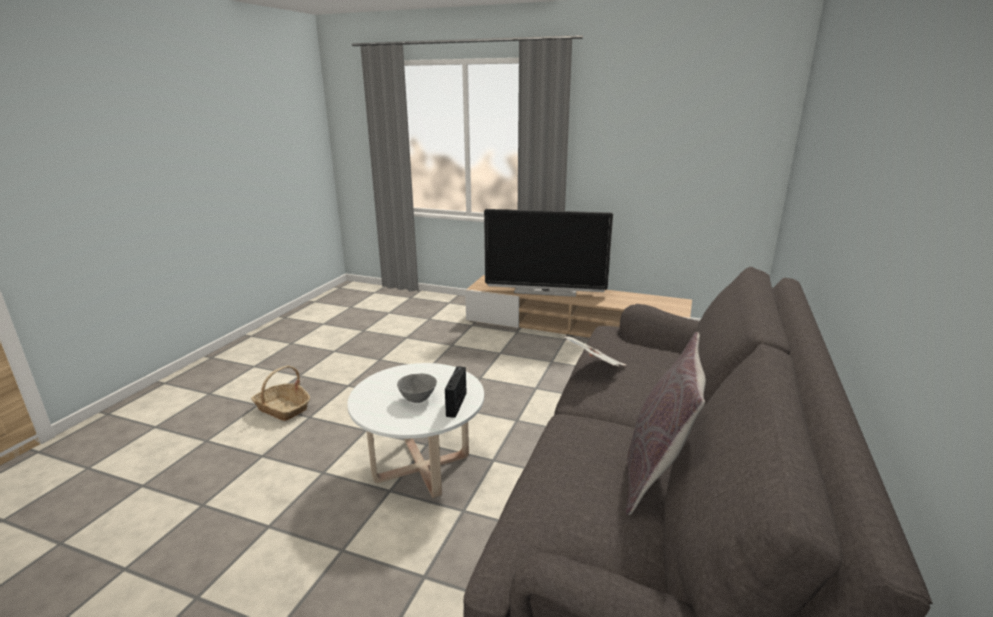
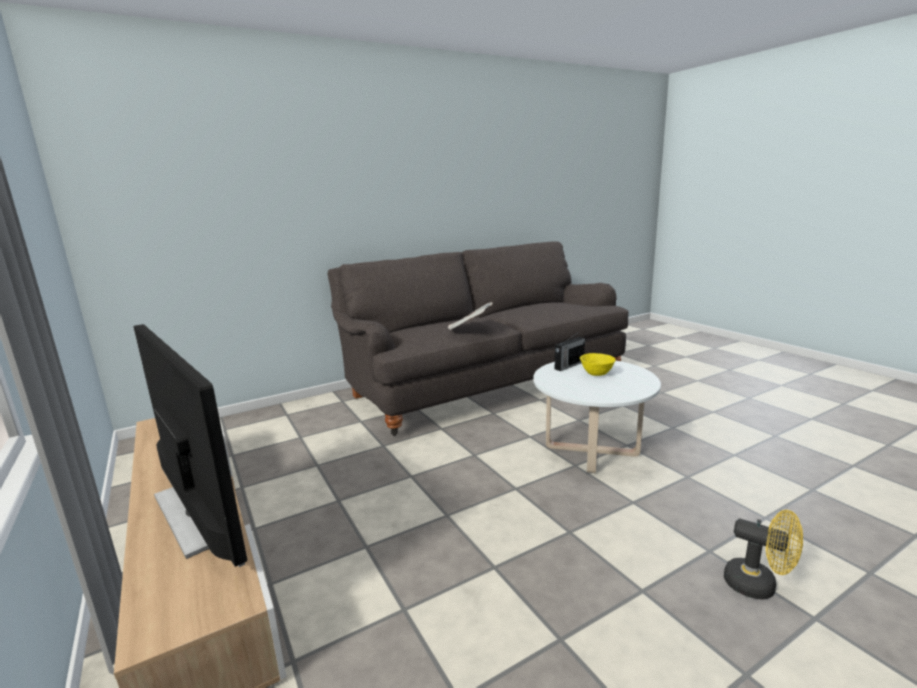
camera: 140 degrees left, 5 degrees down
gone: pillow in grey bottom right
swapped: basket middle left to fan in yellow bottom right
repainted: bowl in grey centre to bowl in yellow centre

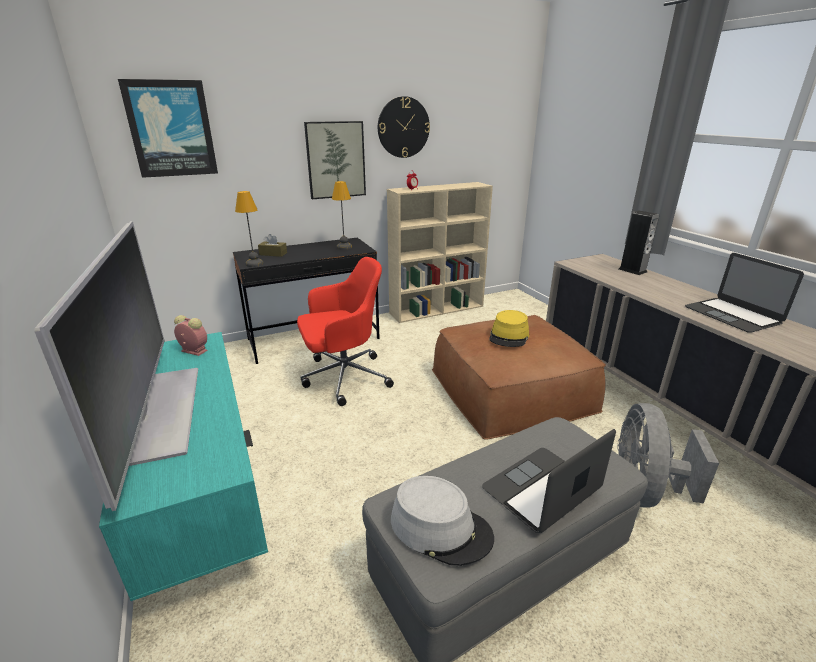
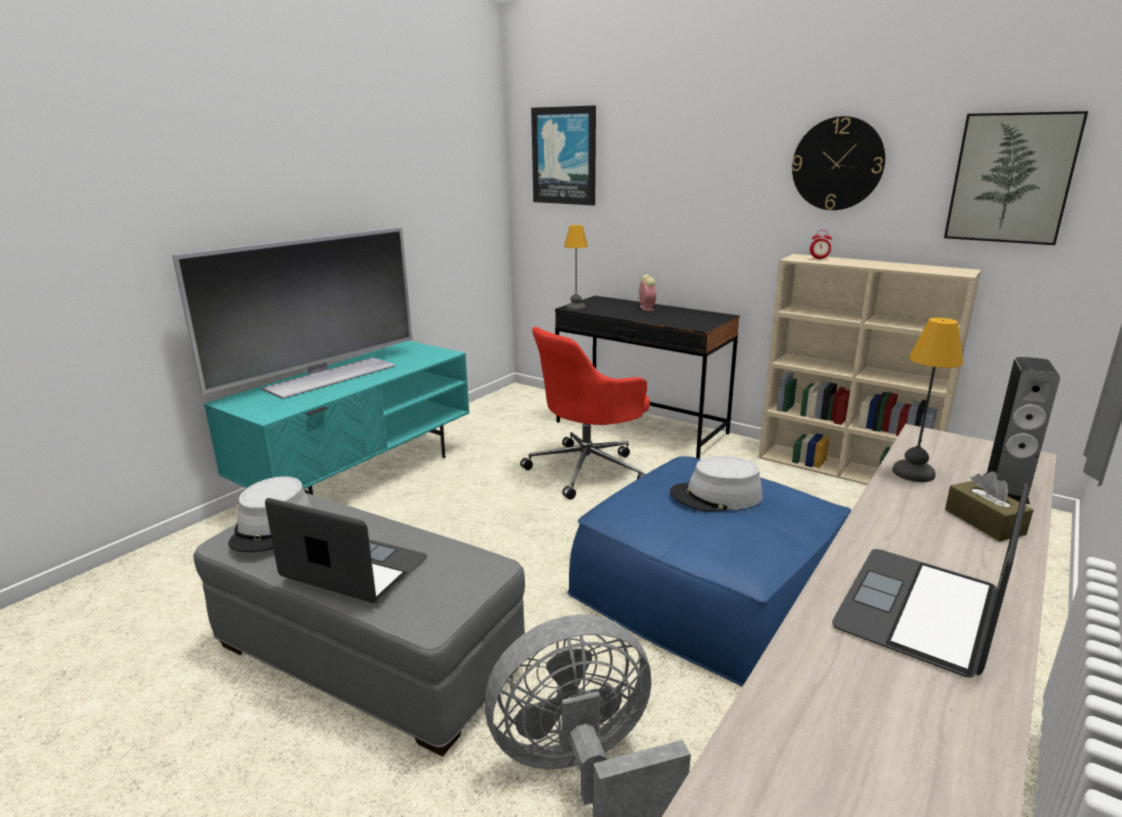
camera: 60 degrees right, 5 degrees down
shifted: alarm clock (no. 1 from left) middle left to centre; table lamp (no. 2 from left) top centre to middle right; picture (no. 2 from left) top centre to top right; tissue box in brown centre to middle right
repainted: ottoman in brown centre to ottoman in blue bottom centre; hat in yellow centre to hat in grey (no. 2 from left) centre
rotated: office chair in red centre = centre 105 degrees clockwise

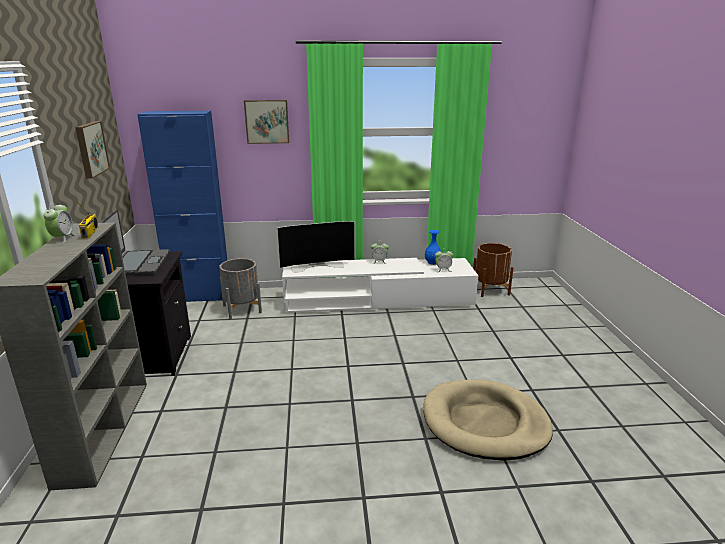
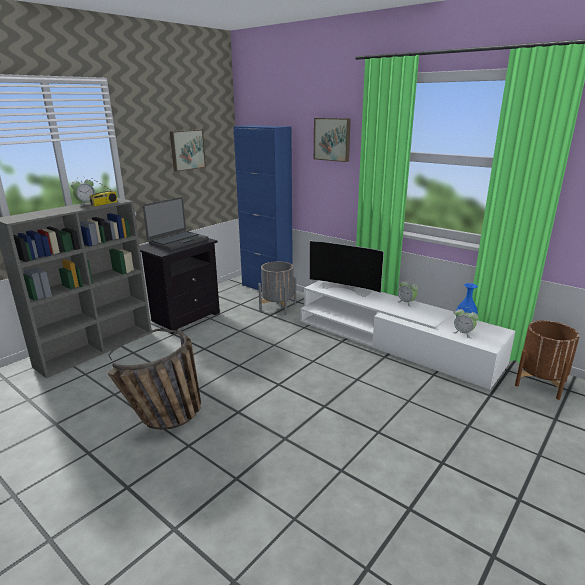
camera: 45 degrees right, 0 degrees up
gone: dog bed in beige bottom right
new: basket middle left

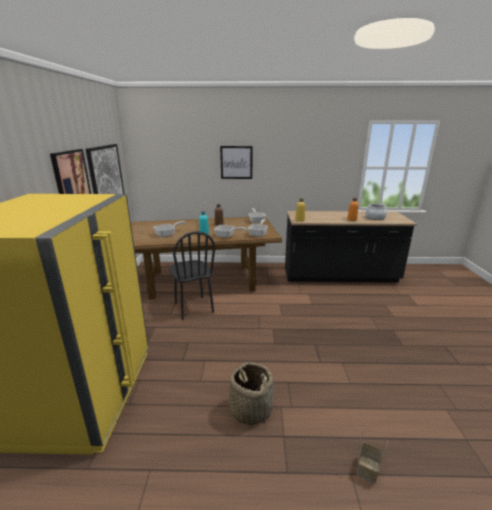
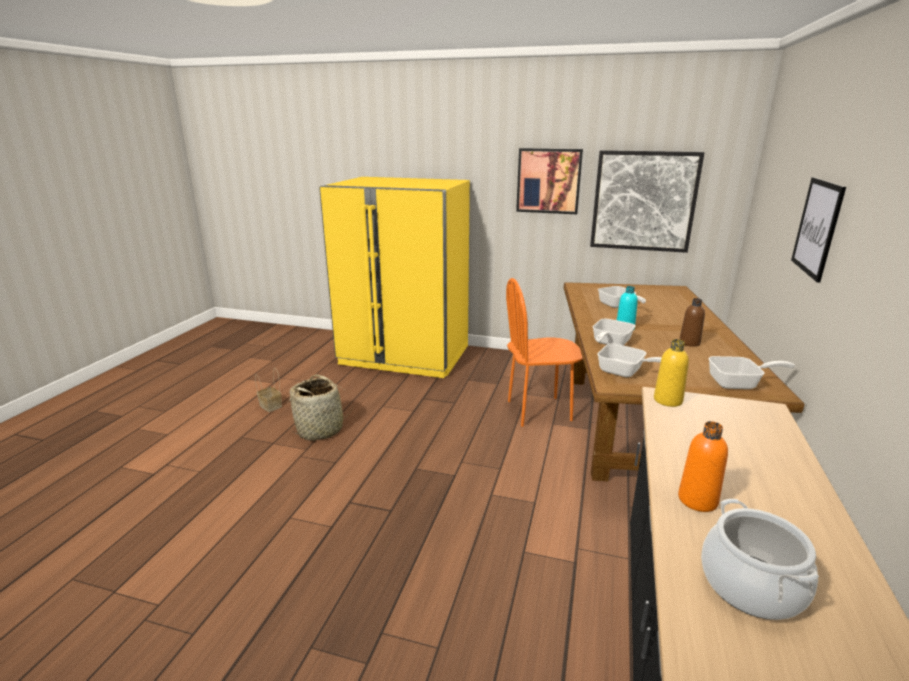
camera: 105 degrees right, 0 degrees up
shifted: basket (no. 2 from left in the first image) bottom right to basket (no. 1 from left) middle left
repainted: chair in black centre to chair in orange centre

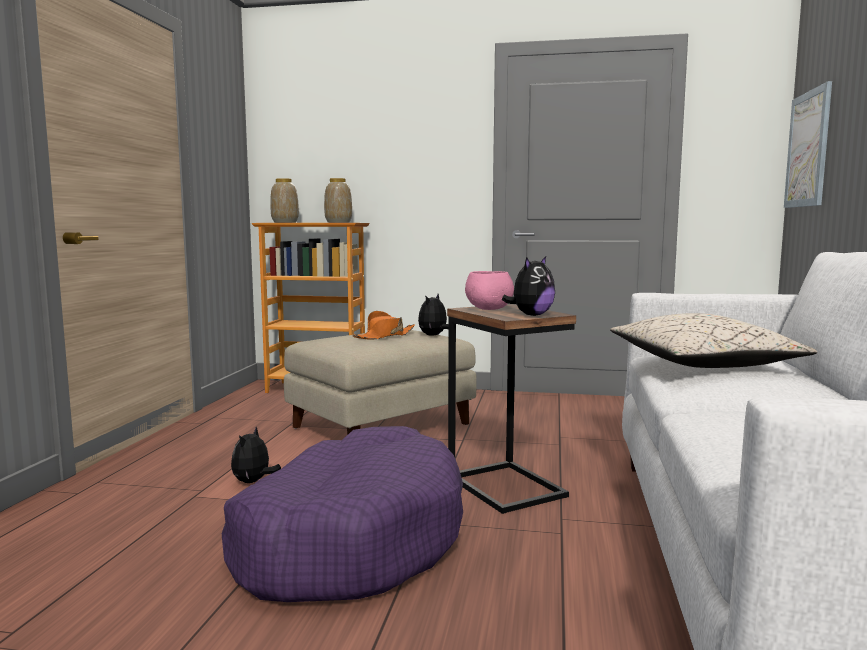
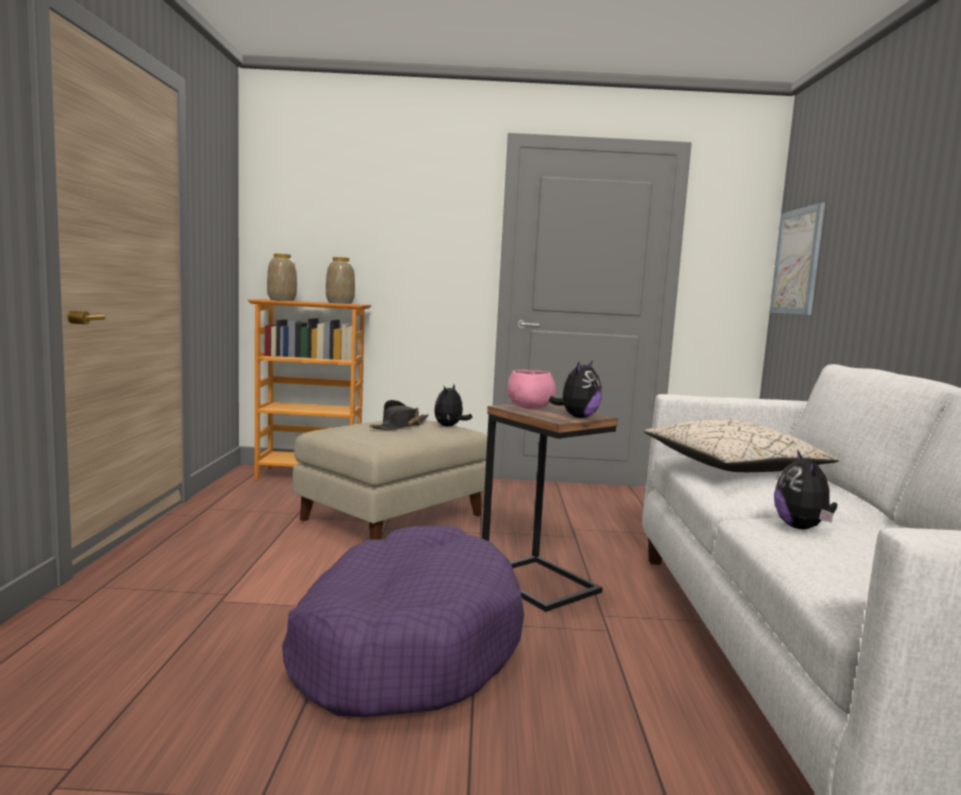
camera: 10 degrees left, 0 degrees up
shifted: plush toy (no. 1 from left in the first image) bottom left to plush toy (no. 3 from left) middle right
repainted: hat in orange centre to hat in black centre

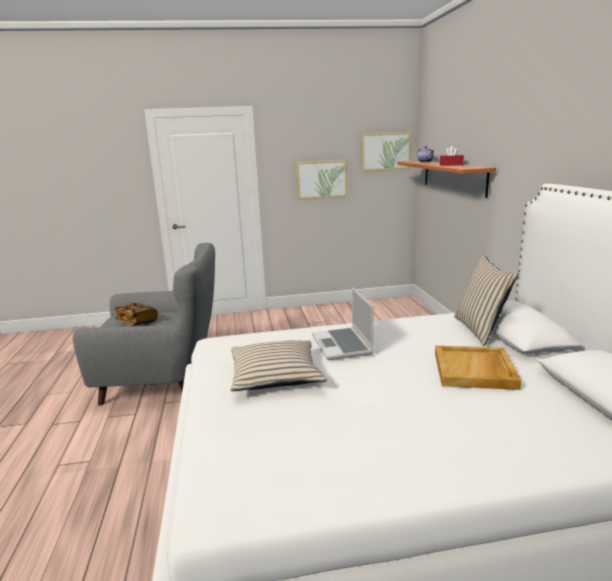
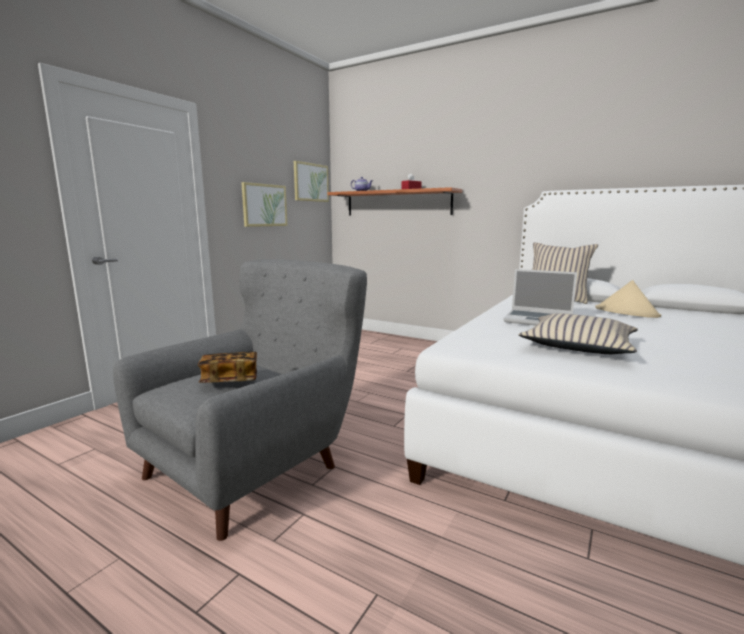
camera: 50 degrees left, 5 degrees down
swapped: tray in beige middle right to hat in beige middle right

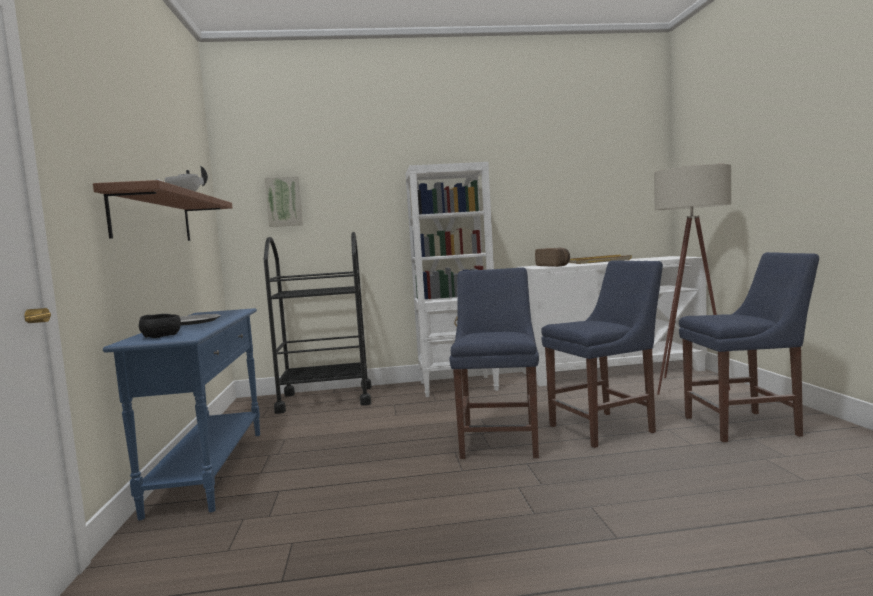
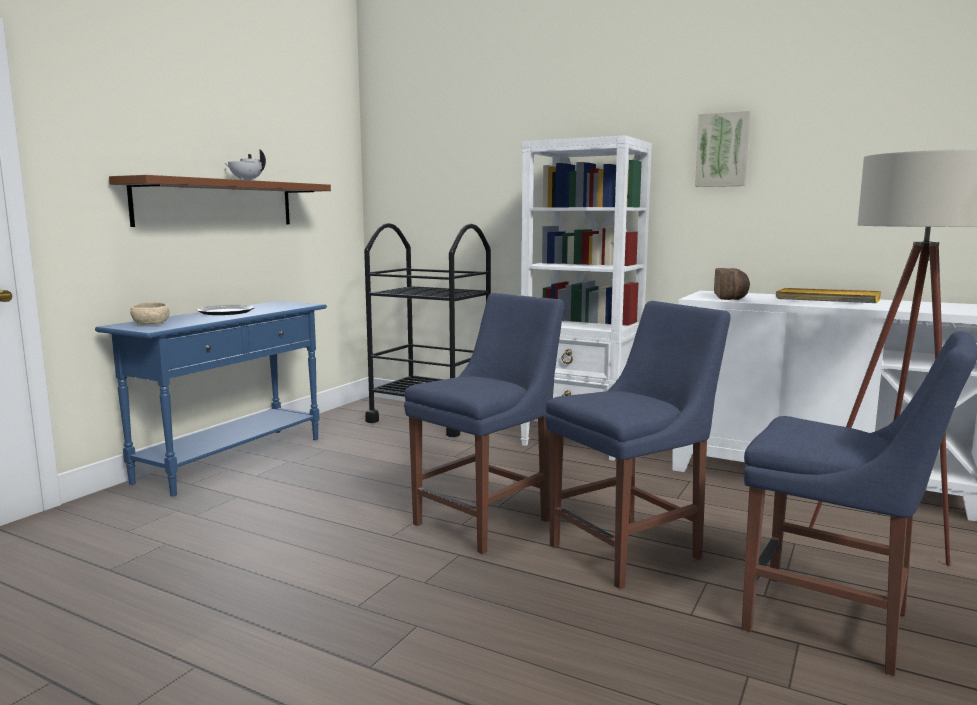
camera: 35 degrees right, 5 degrees up
shifted: picture middle left to top right
repainted: bowl in black middle left to bowl in beige middle left
rotated: chair in blue (no. 2 from left) middle right = centre 45 degrees counterclockwise

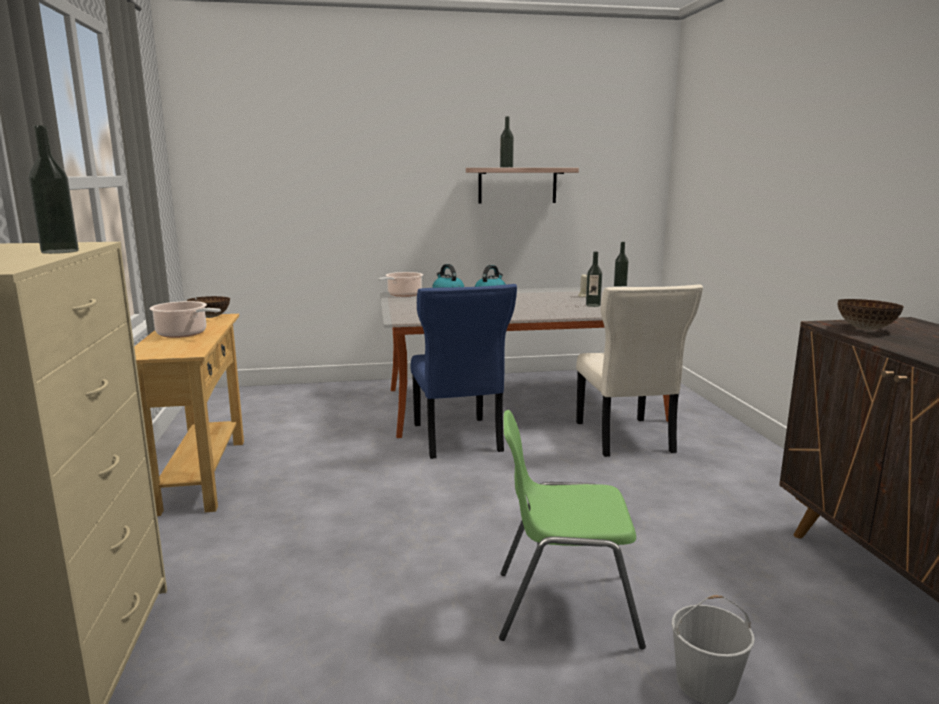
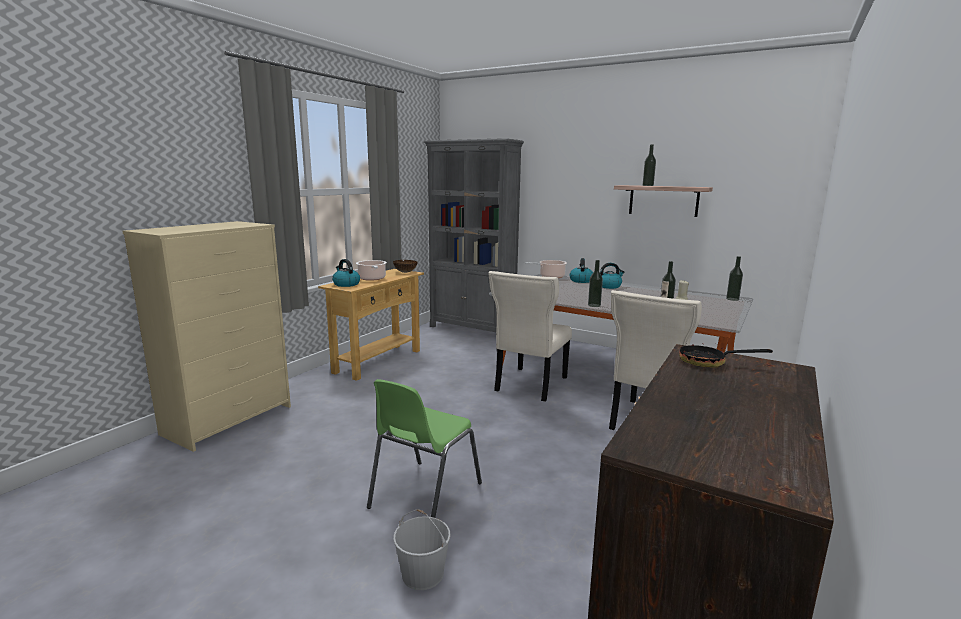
camera: 40 degrees right, 0 degrees up
new: kettle (no. 1 from left) centre; bookcase in grey centre
shifted: bottle (no. 1 from left) top left to centre
swapped: bowl (no. 2 from left) middle right to frying pan middle right
repainted: chair in blue centre to chair in beige (no. 1 from left) centre
rotated: chair in green bottom centre = bottom centre 105 degrees counterclockwise

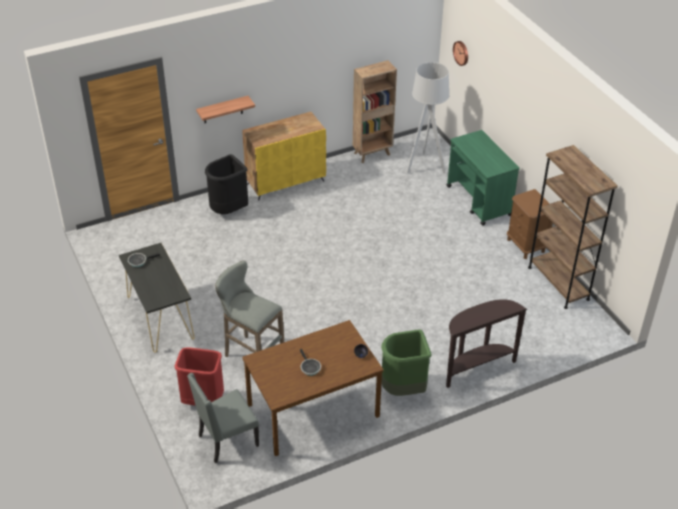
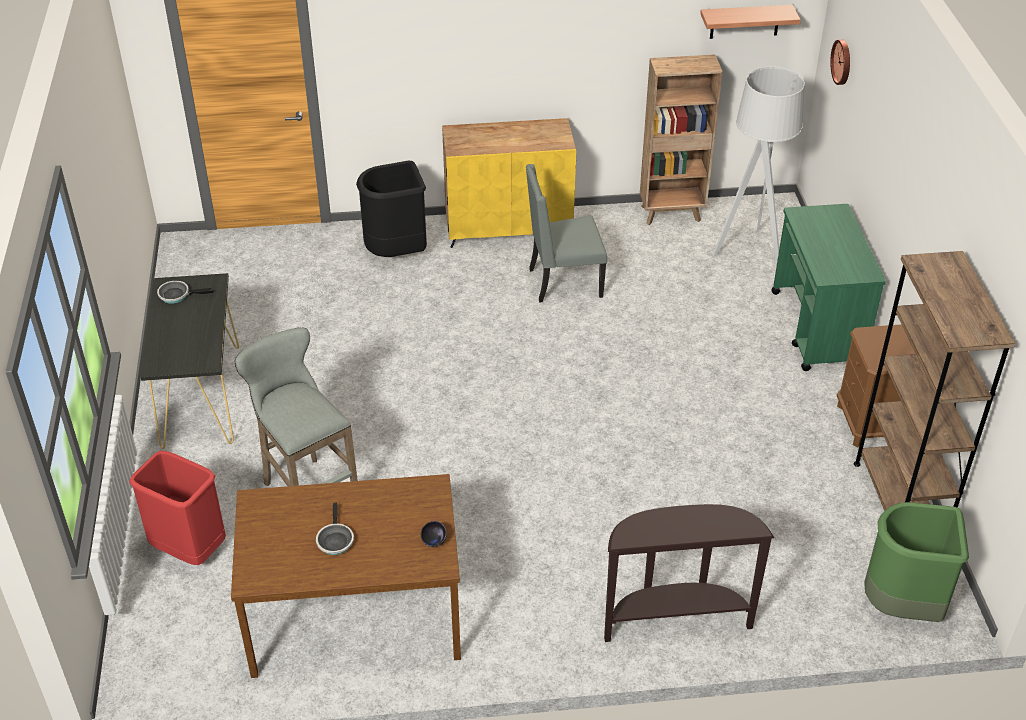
camera: 20 degrees right, 0 degrees up
shifted: chair in grey bottom left to top centre; shelf top left to top right; trash can in green bottom centre to bottom right

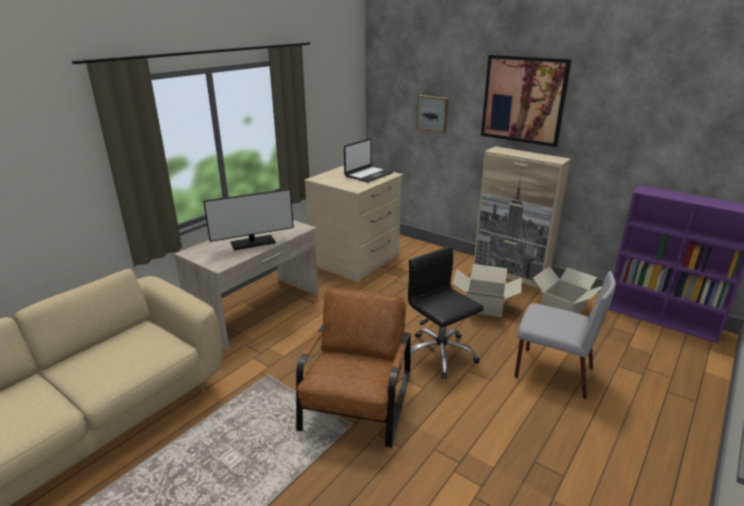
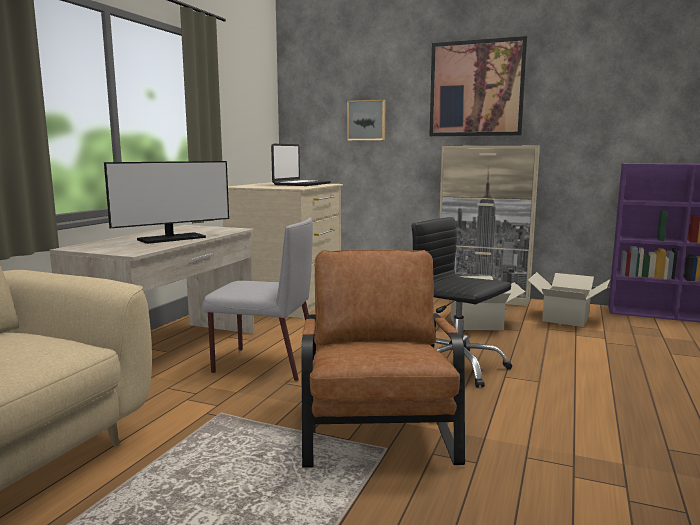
camera: 15 degrees left, 15 degrees down
shifted: chair in grey middle right to centre

